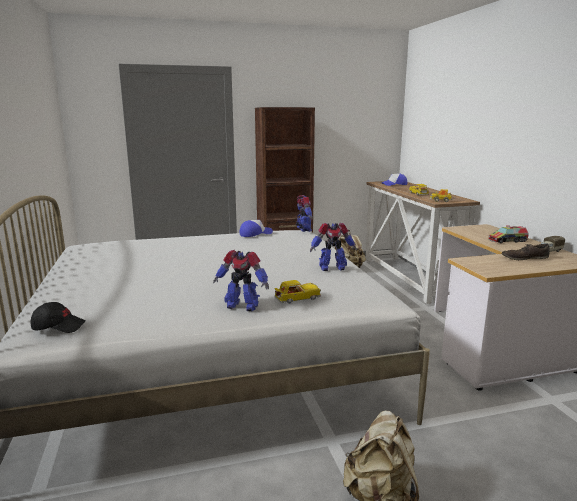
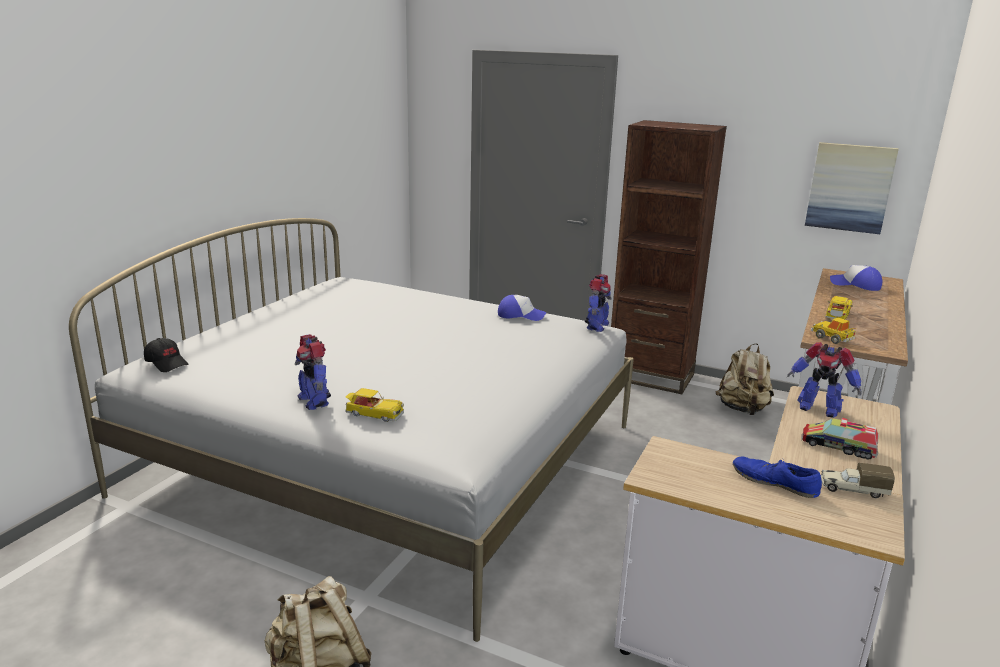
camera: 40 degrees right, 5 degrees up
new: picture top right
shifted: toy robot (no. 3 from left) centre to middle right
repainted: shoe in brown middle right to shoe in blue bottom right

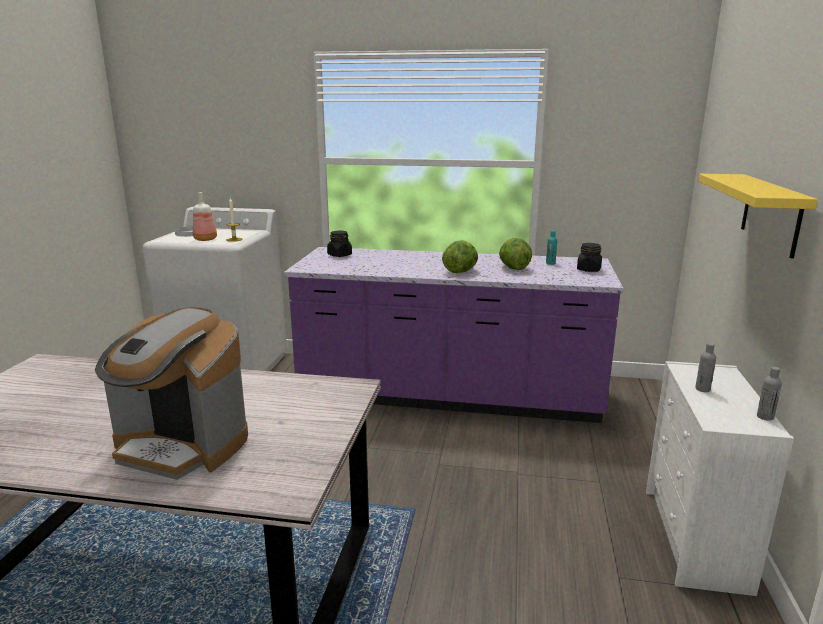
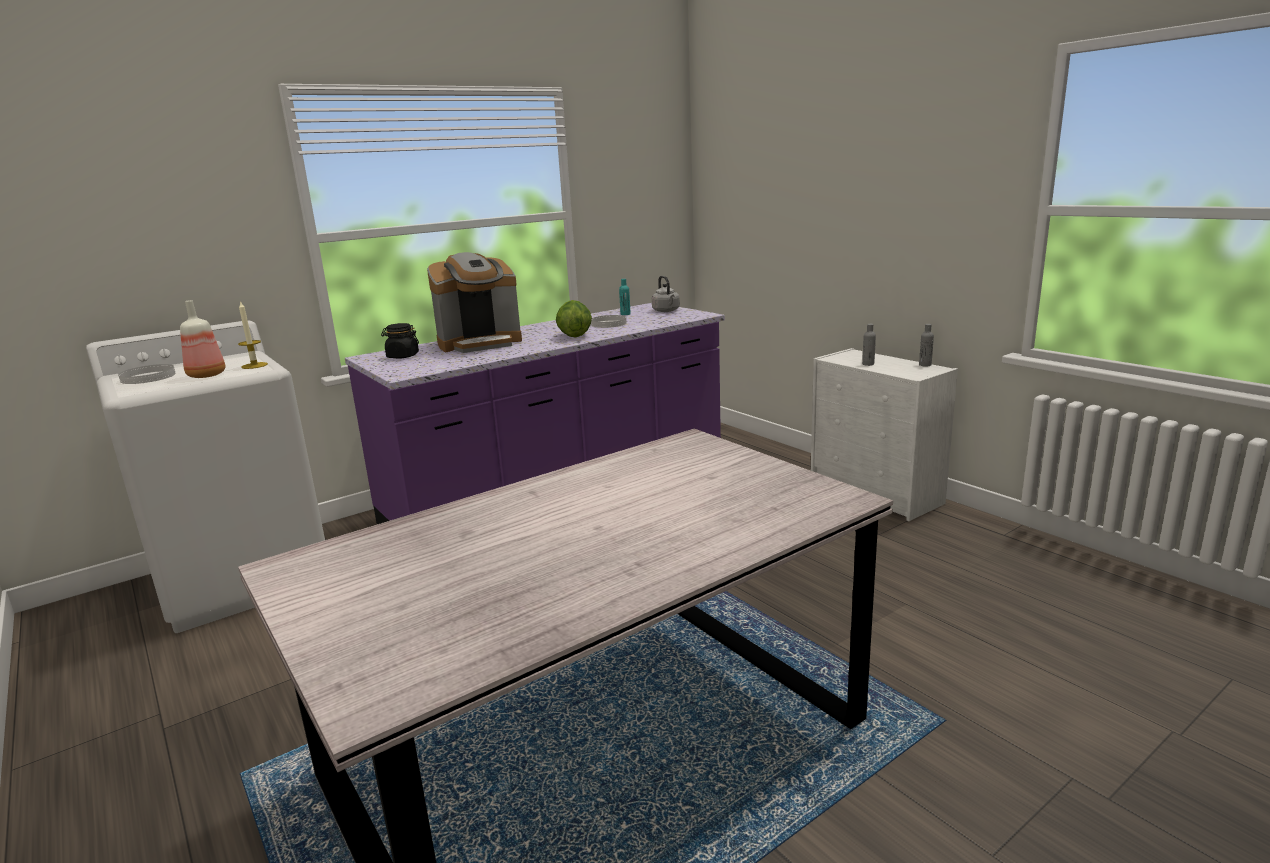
camera: 45 degrees left, 0 degrees up
gone: shelf in yellow middle right
shifted: coffee machine middle left to centre
swapped: lettuce (no. 2 from left) centre to plate in white (no. 2 from left) centre; jar in black (no. 2 from left) middle right to kettle in grey centre

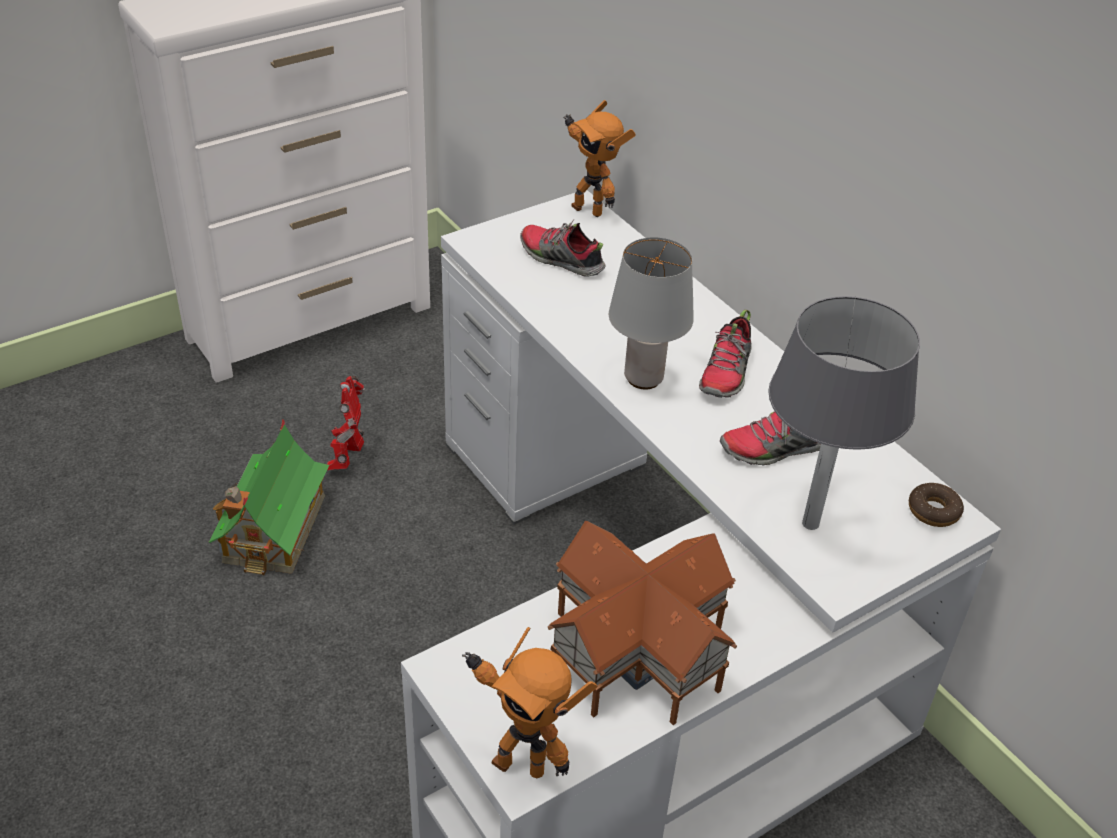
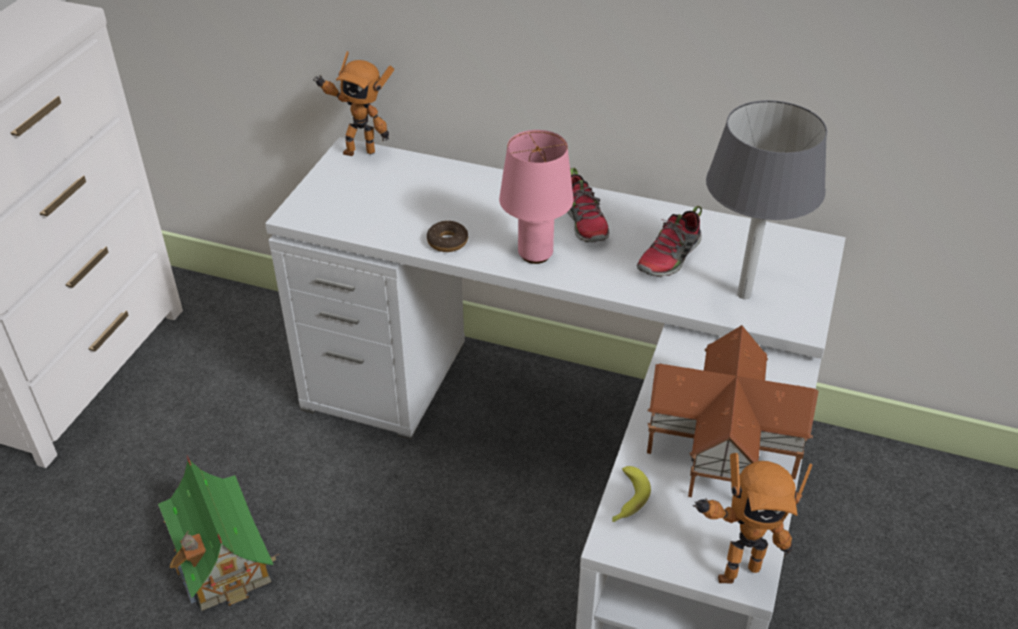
camera: 35 degrees left, 0 degrees up
gone: toy robot (no. 1 from left) middle left; shoe (no. 1 from left) top centre
new: banana bottom centre
shifted: donut middle right to centre
repainted: table lamp in grey (no. 1 from left) centre to table lamp in pink top centre

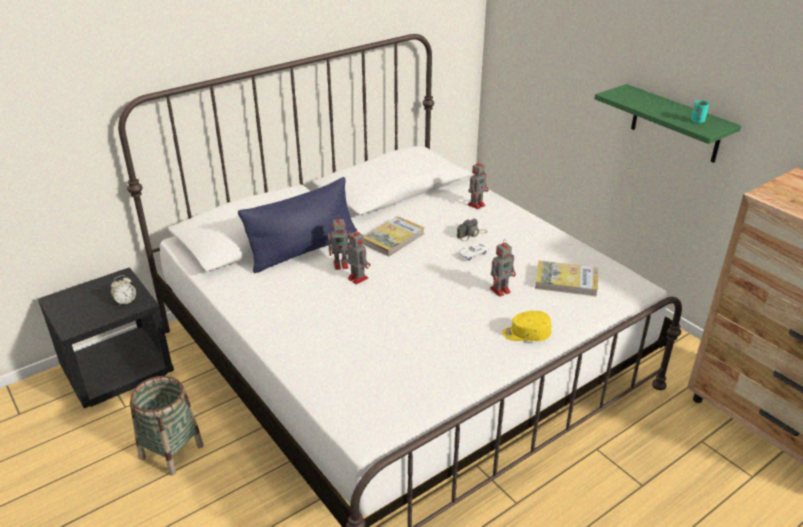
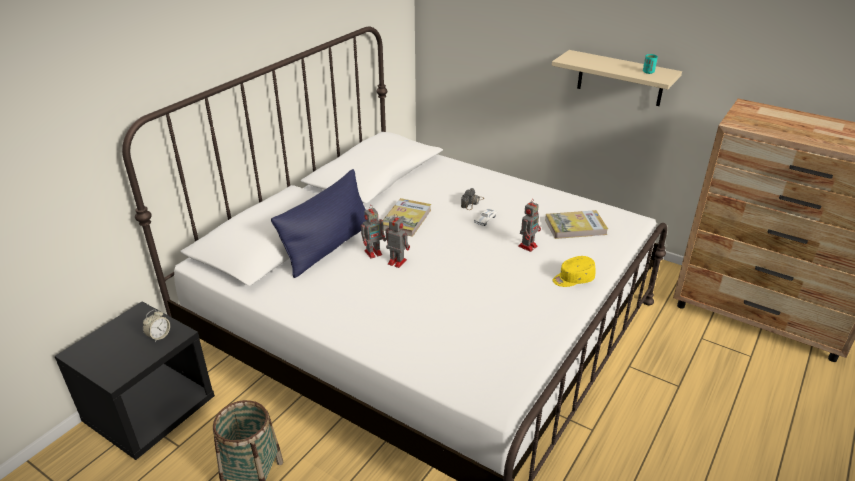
camera: 20 degrees left, 0 degrees up
gone: toy robot (no. 3 from left) centre
repainted: shelf in green top right to shelf in beige top right

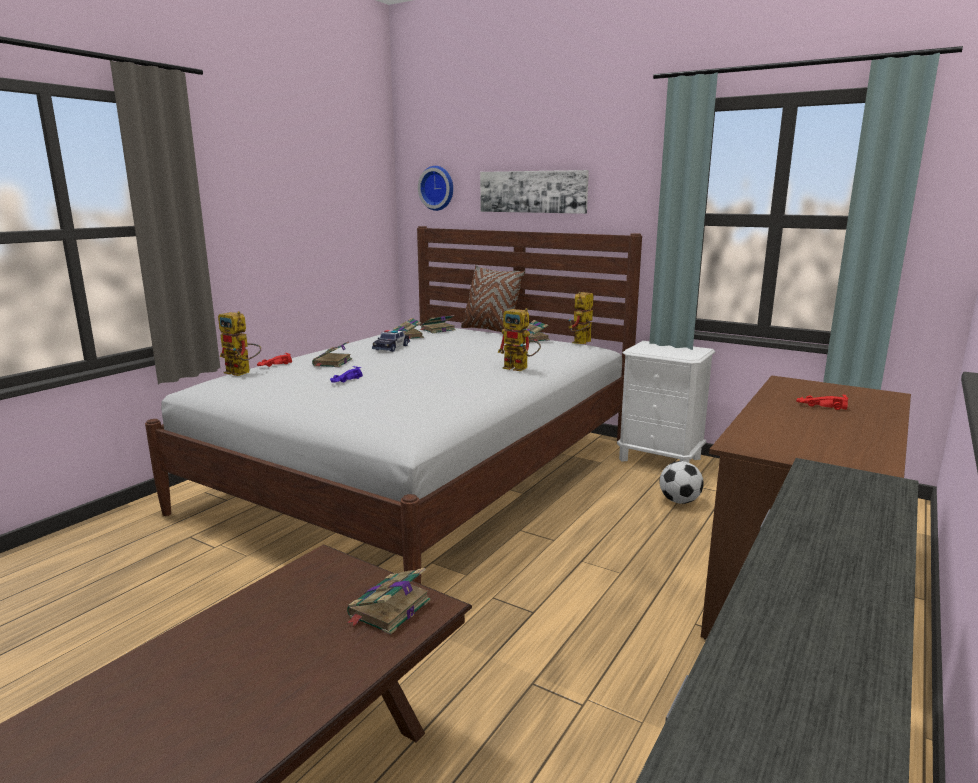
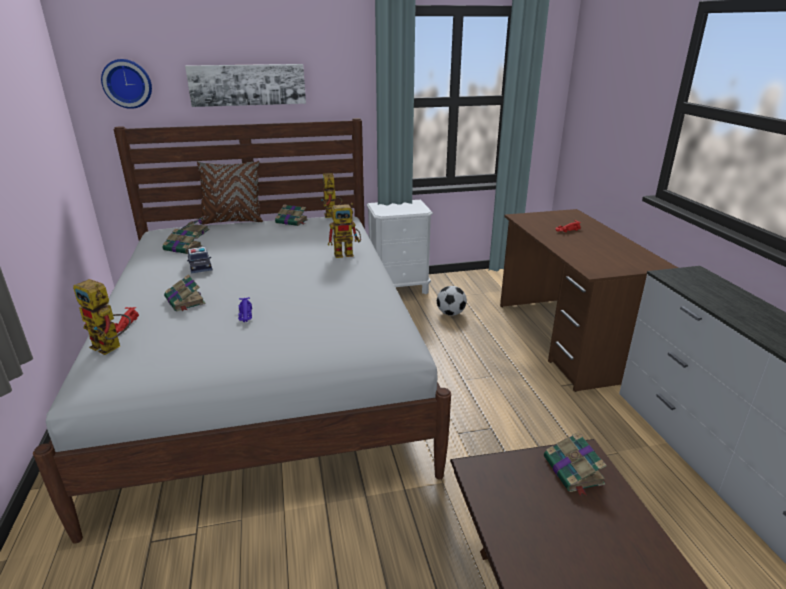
camera: 45 degrees left, 10 degrees up
rotated: toy robot (no. 1 from left) middle left = middle left 45 degrees clockwise

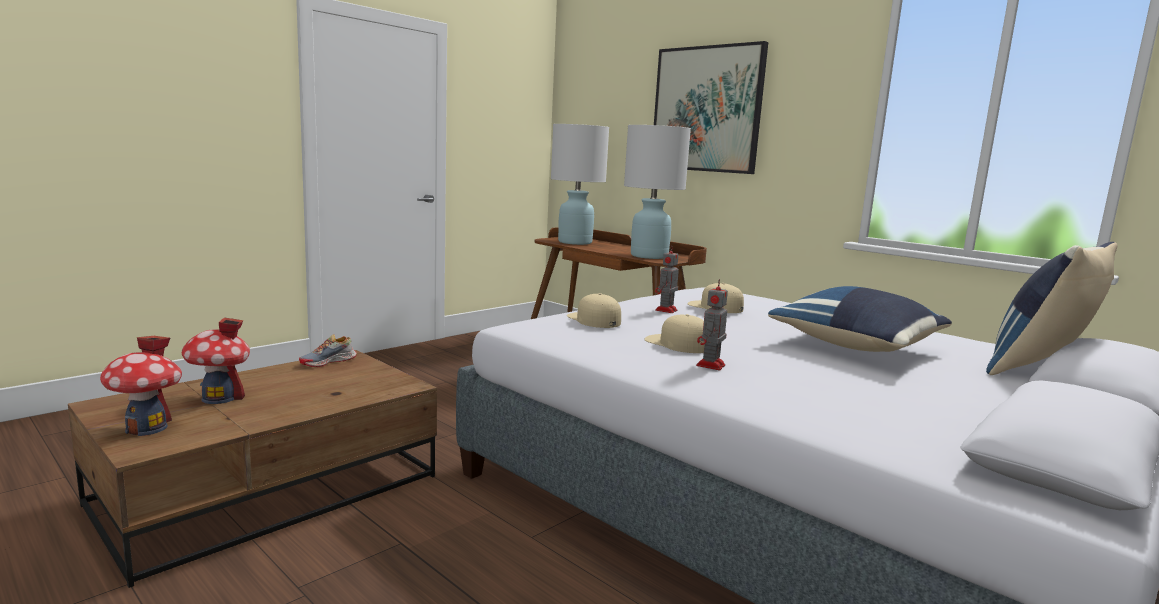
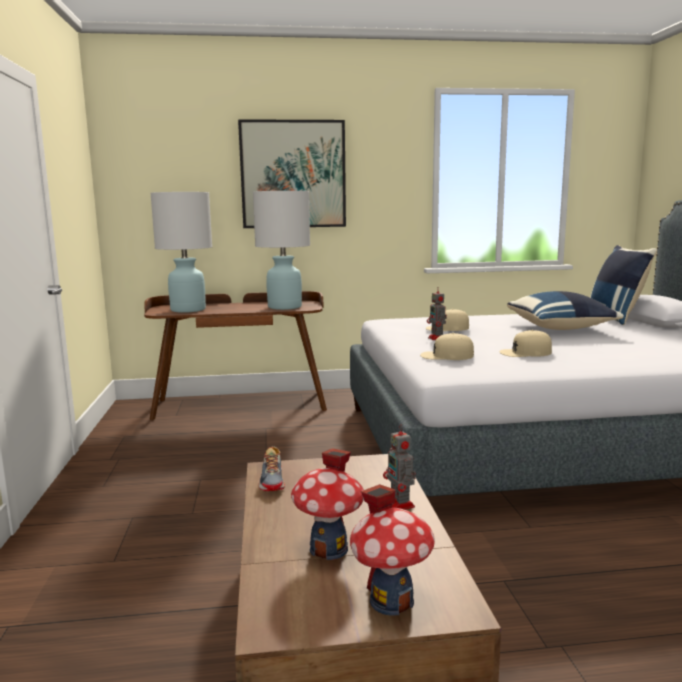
camera: 50 degrees left, 0 degrees up
shifted: toy robot (no. 2 from left in the first image) centre to toy robot (no. 1 from left) bottom centre

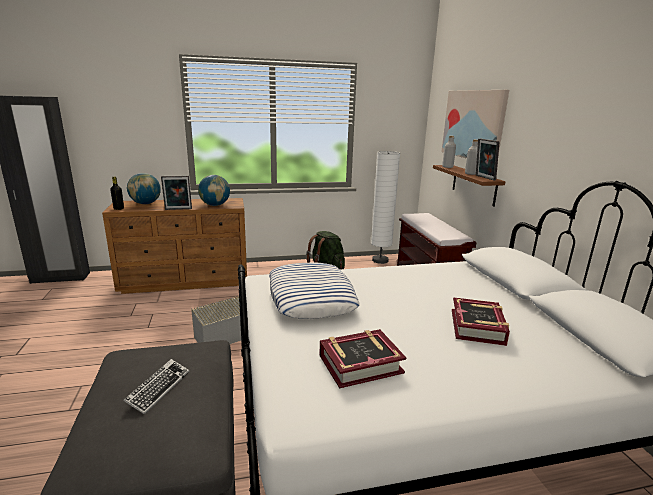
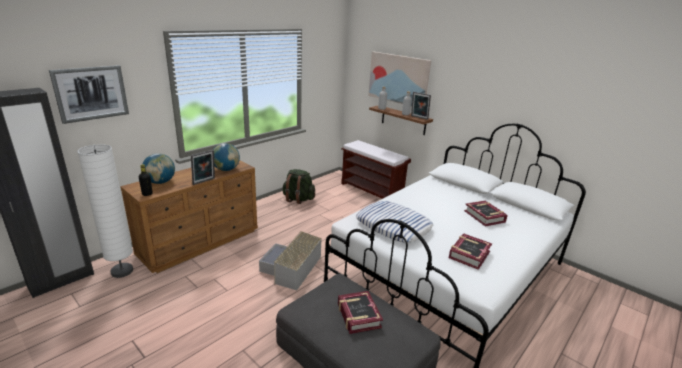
camera: 35 degrees left, 5 degrees up
new: picture (no. 1 from left) top left
shifted: floor lamp in white centre to middle left
swapped: keyboard bottom left to book (no. 1 from left) bottom centre

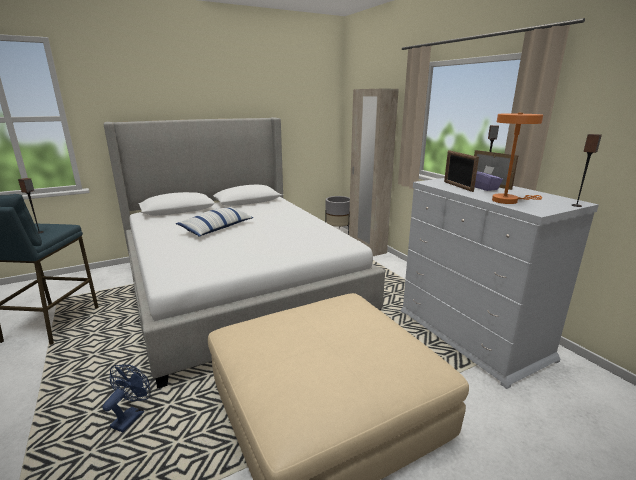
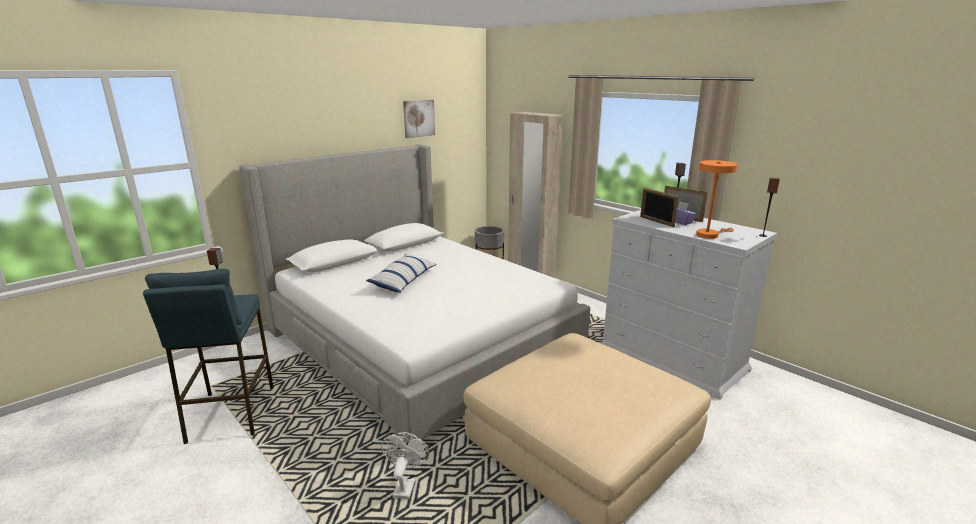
camera: 15 degrees left, 0 degrees up
new: picture top centre
repainted: fan in blue bottom left to fan in white bottom centre

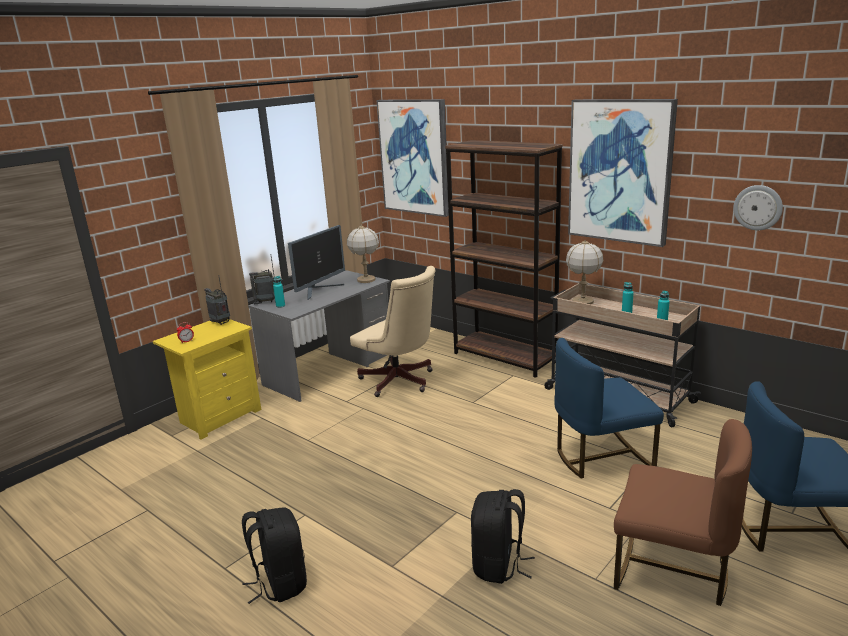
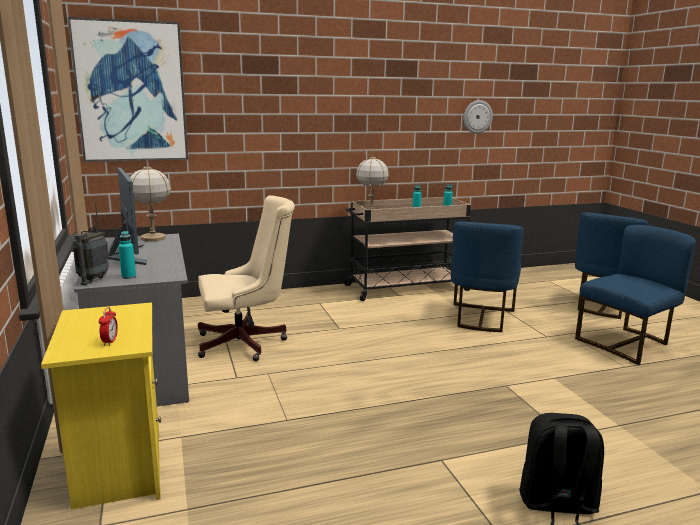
camera: 60 degrees left, 5 degrees down
gone: radio (no. 1 from left) middle left; bookcase in brown centre; backpack in black (no. 2 from left) bottom centre; picture (no. 2 from left) top right
repainted: chair in brown bottom right to chair in blue (no. 3 from left) middle right

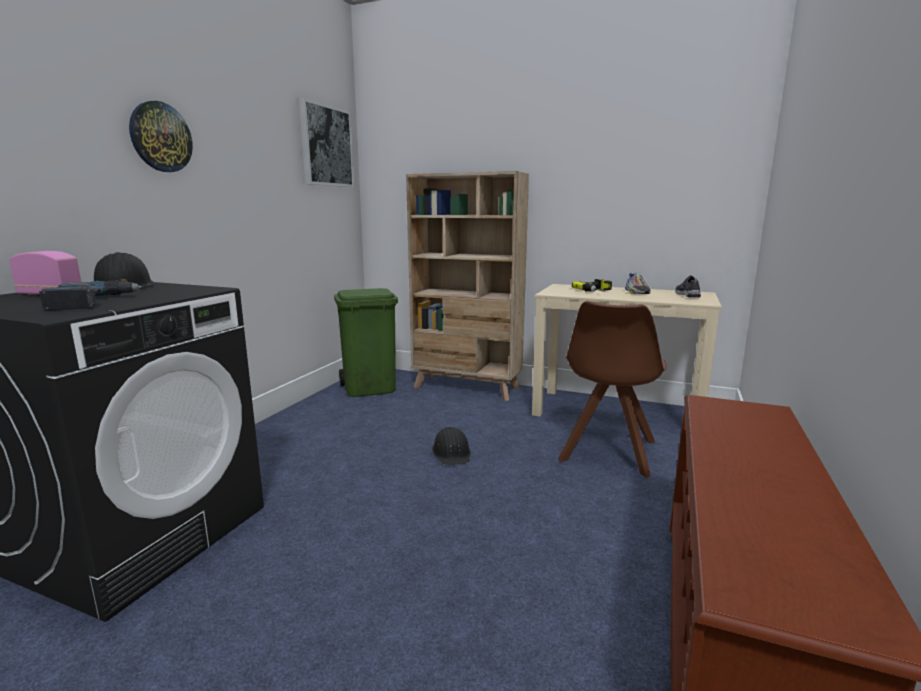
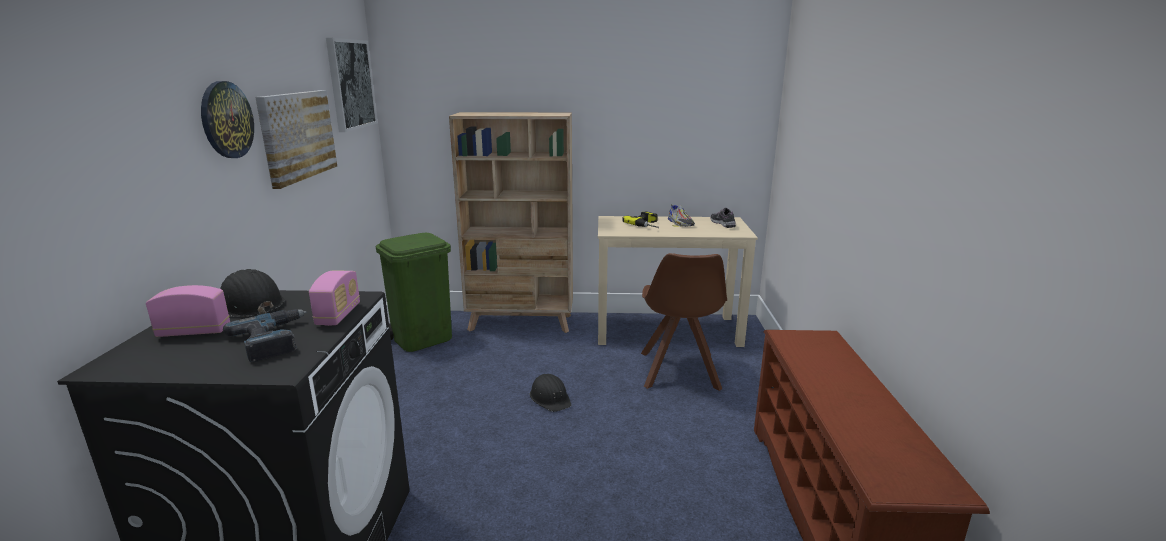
camera: 20 degrees left, 5 degrees up
new: picture (no. 1 from left) top left; radio (no. 2 from left) middle left

